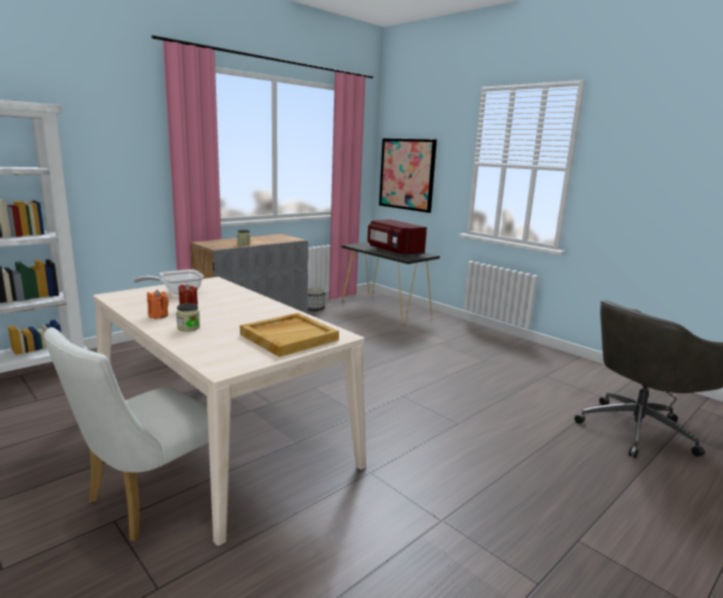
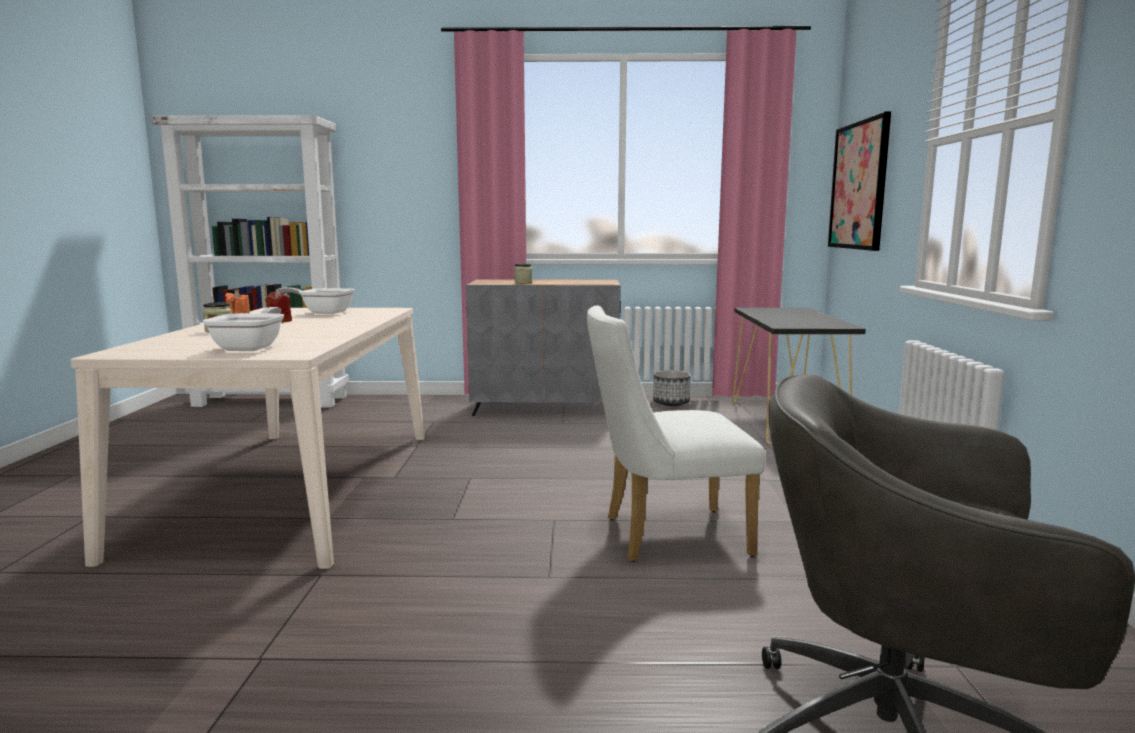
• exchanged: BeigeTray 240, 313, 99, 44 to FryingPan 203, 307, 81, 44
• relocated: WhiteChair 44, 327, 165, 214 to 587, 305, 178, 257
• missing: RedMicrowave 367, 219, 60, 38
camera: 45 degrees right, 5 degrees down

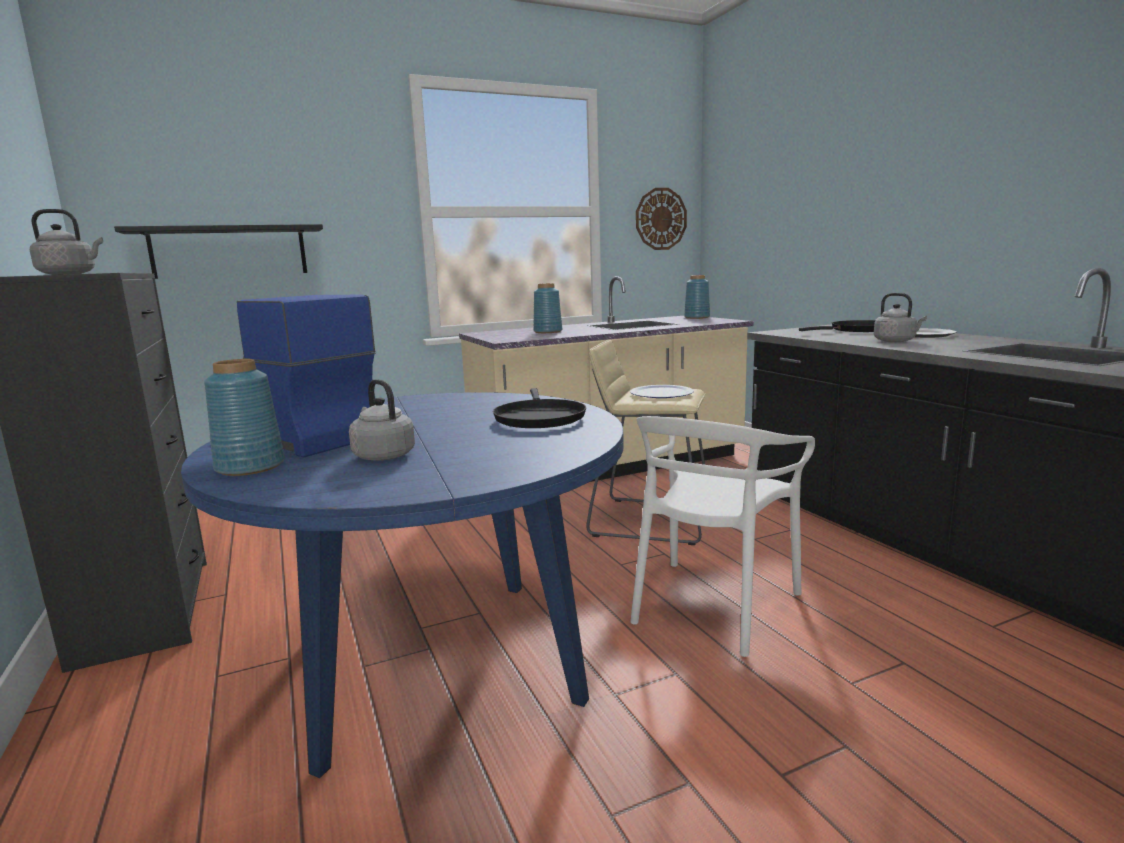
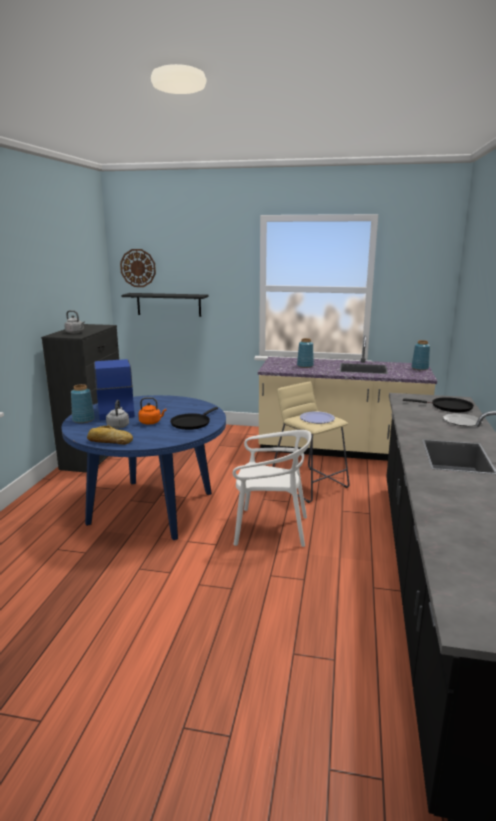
• appeared: Bread 87, 425, 46, 20
• relocated: WallClock 636, 188, 51, 62 to 120, 249, 36, 38
• appeared: OrangeKettle 138, 397, 28, 27
• spun: WhiteChair 630, 416, 185, 241 = 232, 430, 79, 117 150 degrees counterclockwise
• missing: GreyKettle 874, 293, 53, 49
camera: 35 degrees right, 5 degrees up

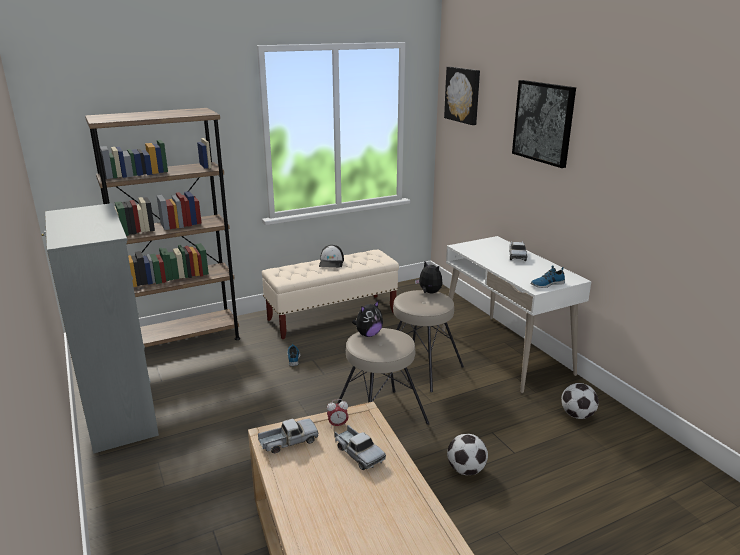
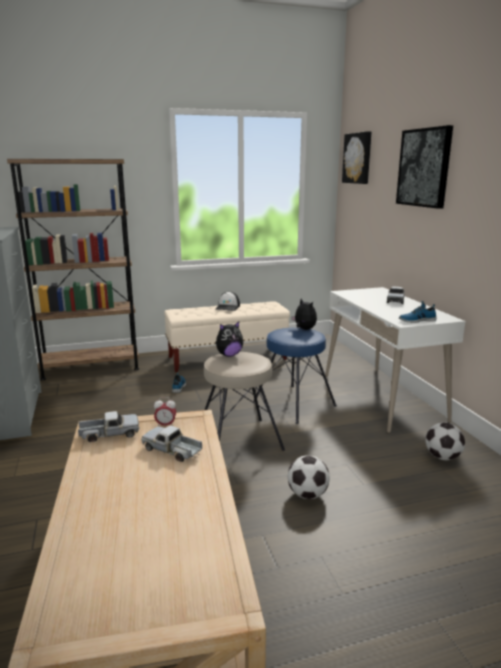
• spun: ToyTruck 334, 425, 52, 45 = 141, 426, 61, 36 150 degrees clockwise
• colour: BeigeStool 393, 290, 71, 102 to BlueStool 253, 328, 84, 96
camera: 10 degrees right, 5 degrees down

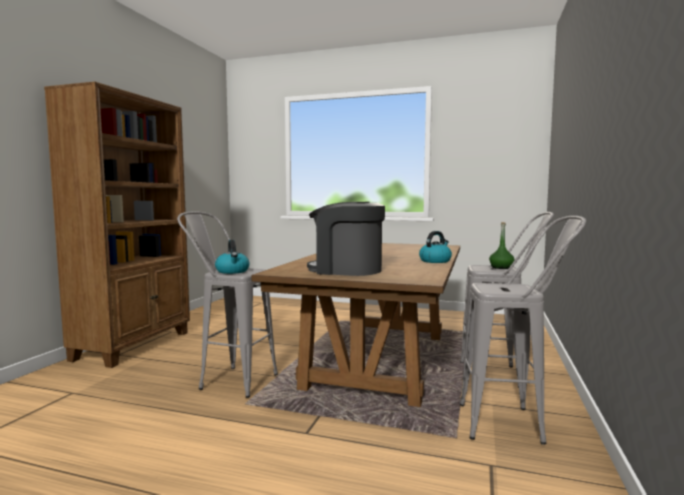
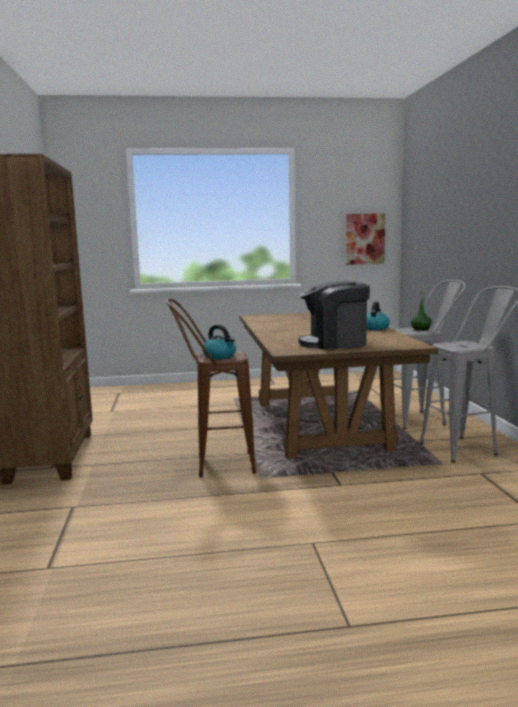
• colour: GreyStool 177, 212, 101, 186 to BrownStool 166, 298, 90, 179
• appeared: Picture 346, 213, 39, 52
camera: 25 degrees left, 5 degrees up

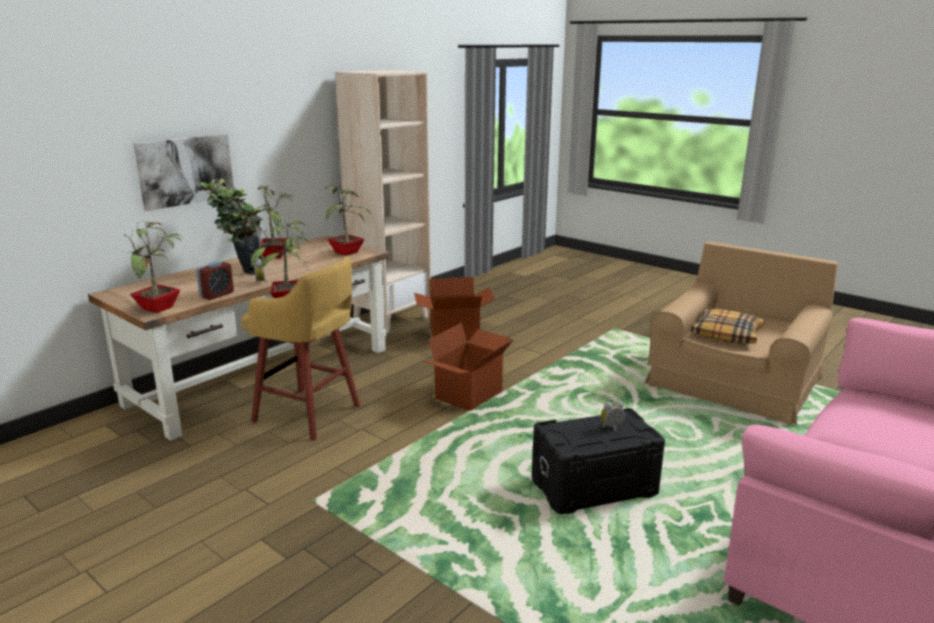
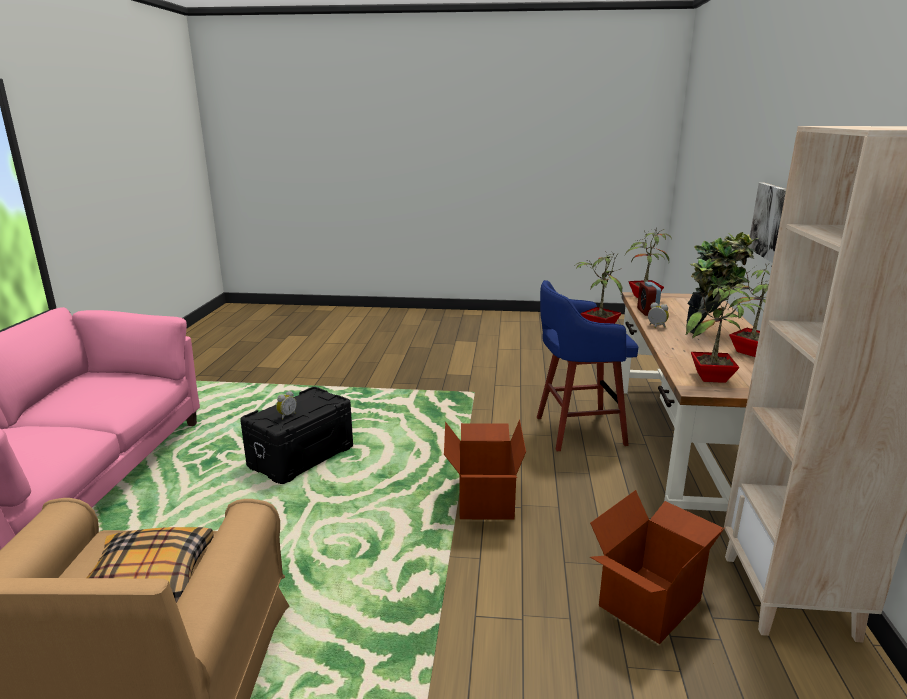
• colour: YellowStool 241, 257, 119, 184 to BlueStool 537, 280, 101, 171
camera: 145 degrees right, 0 degrees up

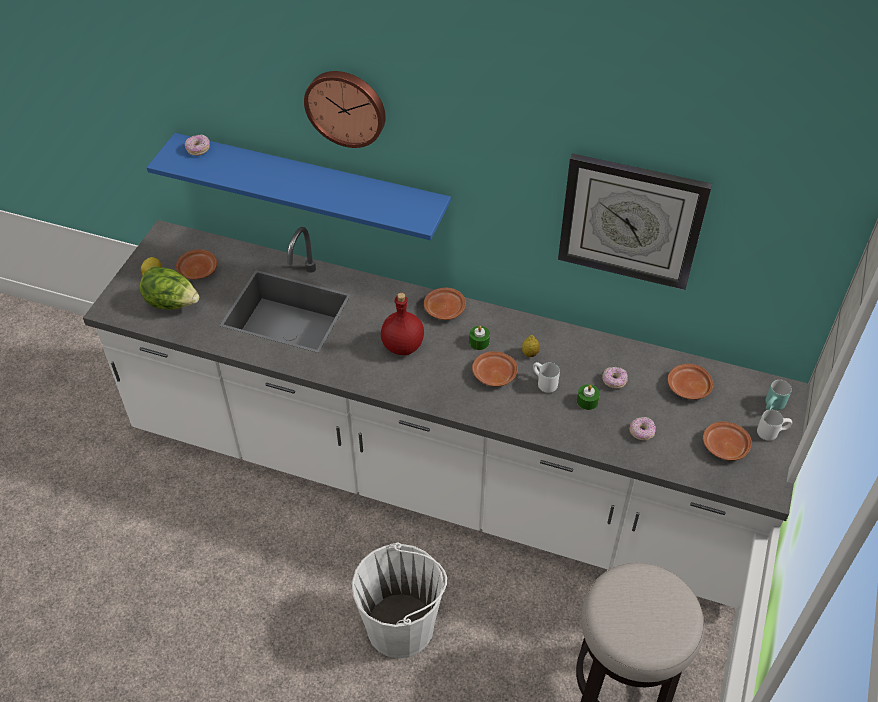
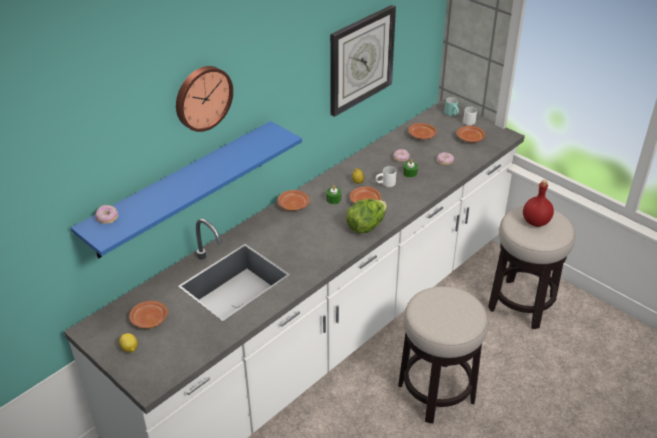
• relocated: Lettuce 140, 266, 59, 44 to 346, 199, 41, 35
• exchanged: WhiteBucket 352, 543, 95, 116 to Stool 398, 286, 90, 138
• relocated: RedBottle 381, 293, 43, 62 to 523, 180, 31, 47
camera: 65 degrees left, 10 degrees down

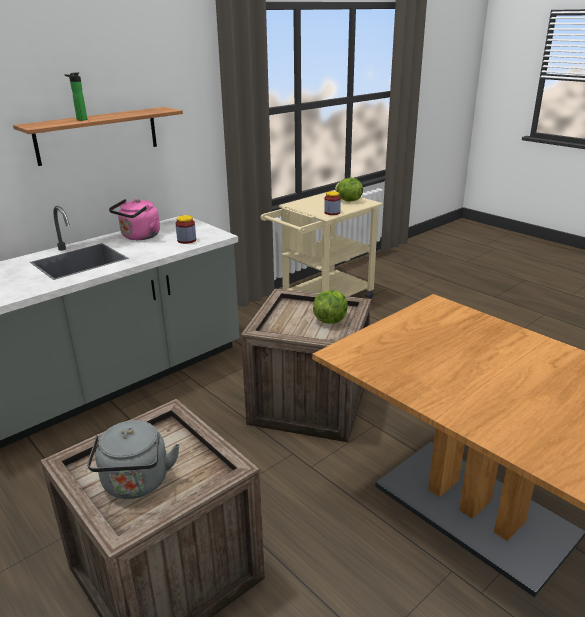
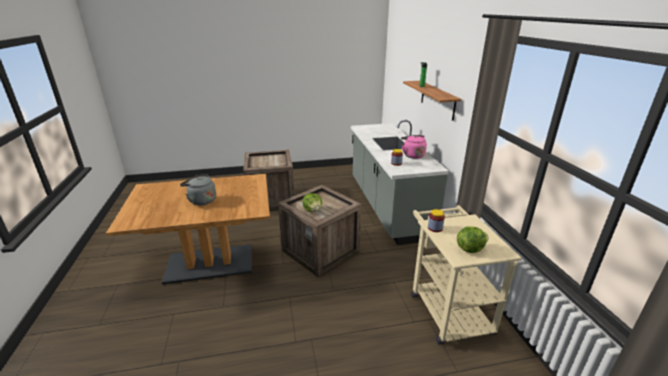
• relocated: GreyKettle 87, 420, 93, 79 to 180, 174, 36, 31
camera: 120 degrees right, 0 degrees up

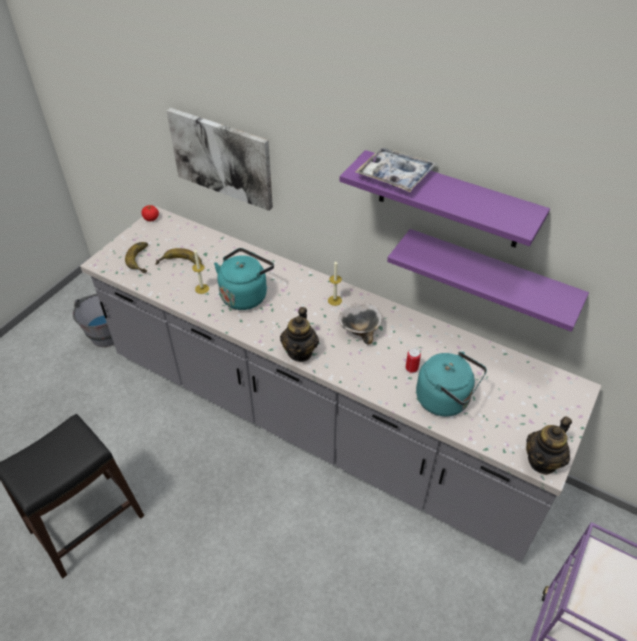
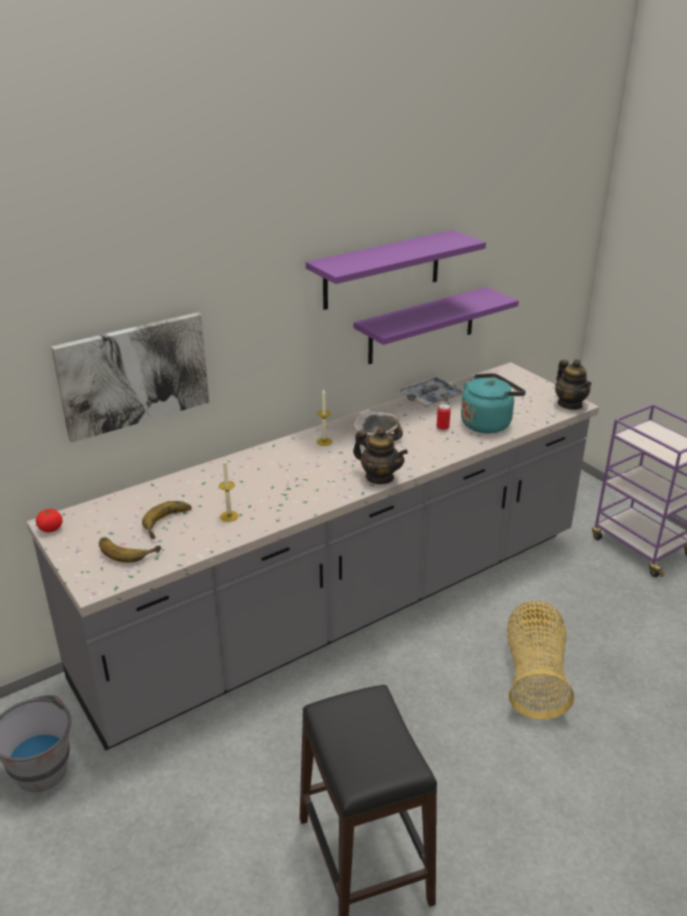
• relocated: Tray 355, 147, 81, 45 to 397, 377, 66, 30
• appeared: Basket 507, 601, 67, 118
• missing: TurquoiseKettle 214, 248, 60, 62
camera: 65 degrees left, 15 degrees down

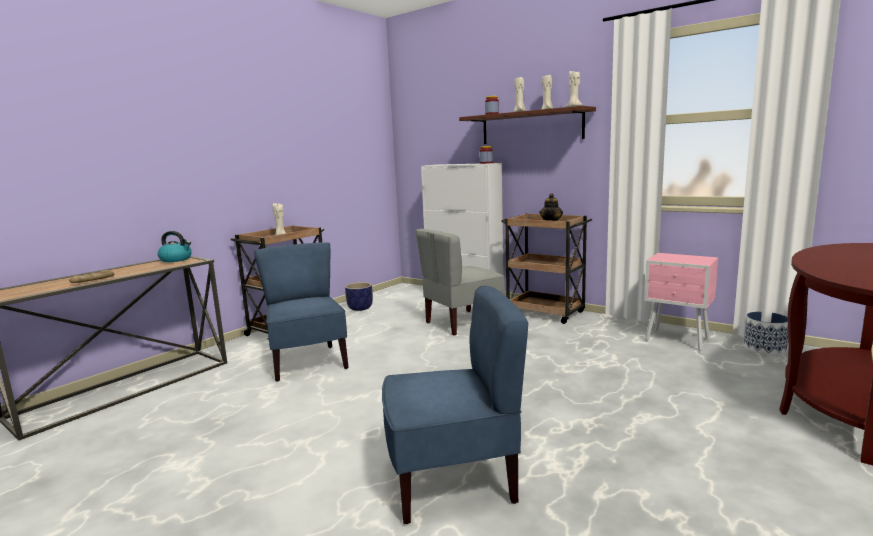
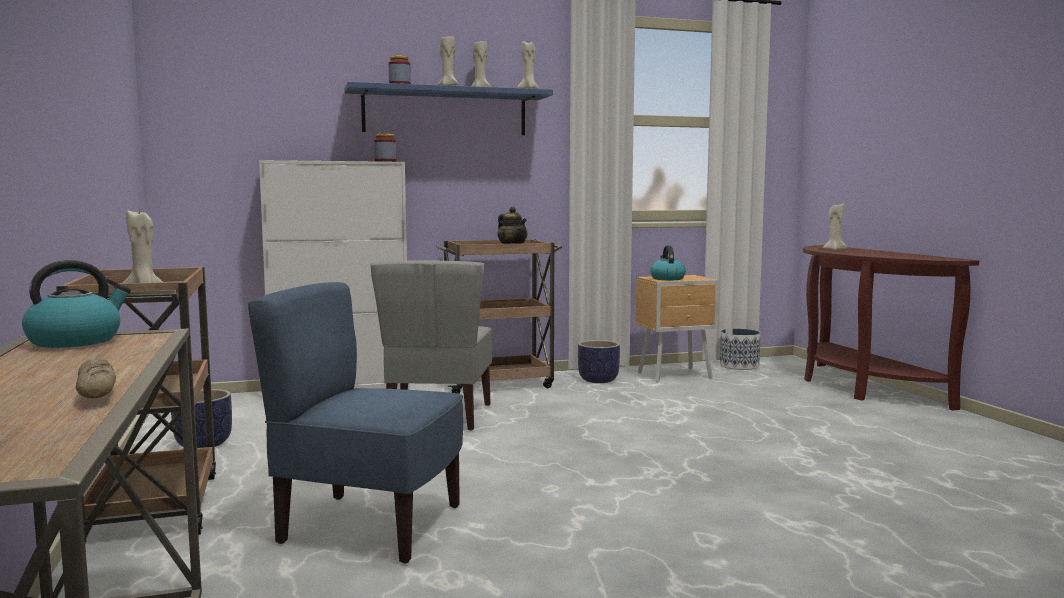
• colour: BrownShelf 459, 106, 137, 38 to BlueShelf 344, 82, 209, 53
• appeared: Planter 578, 340, 42, 43
• colour: PinkNightstand 644, 253, 74, 98 to BrownNightstand 635, 275, 84, 107
• appeared: Kettle 650, 246, 36, 34
• appeared: BeigeCandle 823, 203, 24, 47
• missing: BlueChair 382, 286, 146, 238
camera: 55 degrees left, 5 degrees down

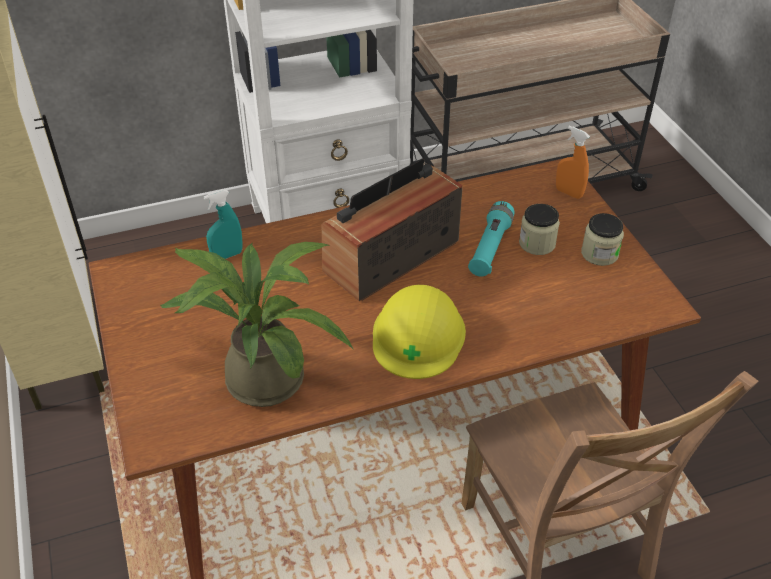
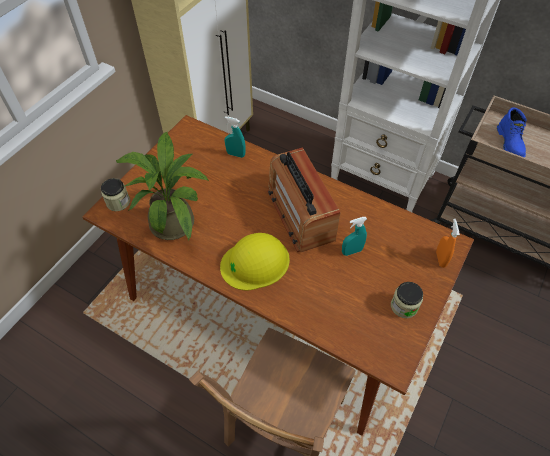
• relocated: Jar 519, 204, 41, 51 to 101, 178, 29, 33
• spun: Radio 322, 158, 141, 143 = 267, 147, 74, 105 120 degrees counterclockwise
• exchanged: TurquoiseFlashlight 468, 201, 46, 76 to TurquoiseSprayBottle 342, 217, 25, 39
• appeared: BlueBoot 497, 107, 30, 51
camera: 50 degrees right, 10 degrees up

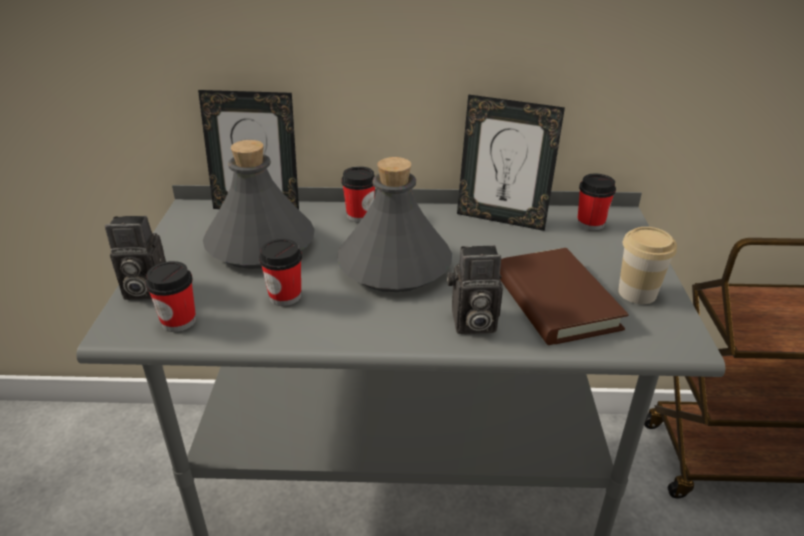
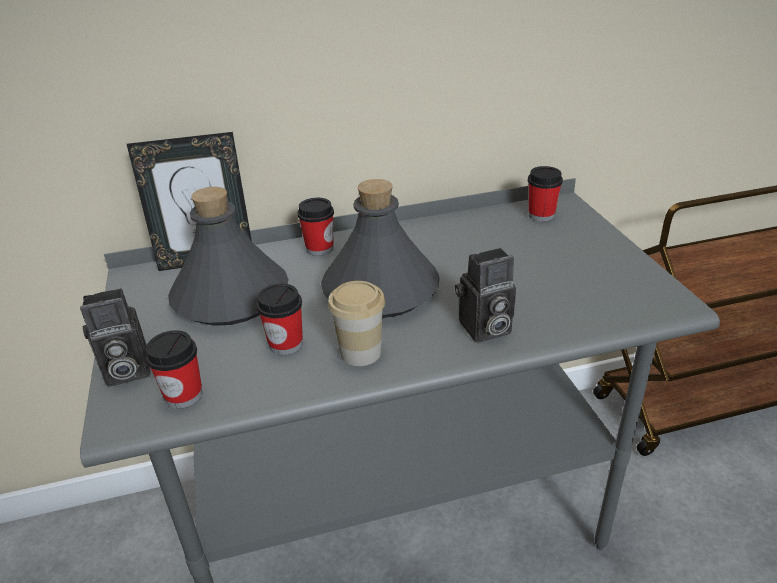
• relocated: Cup 618, 227, 59, 77 to 328, 281, 57, 85
• missing: PictureFrame 457, 94, 108, 137
• missing: BrownBook 500, 248, 129, 97
camera: 15 degrees left, 0 degrees up

